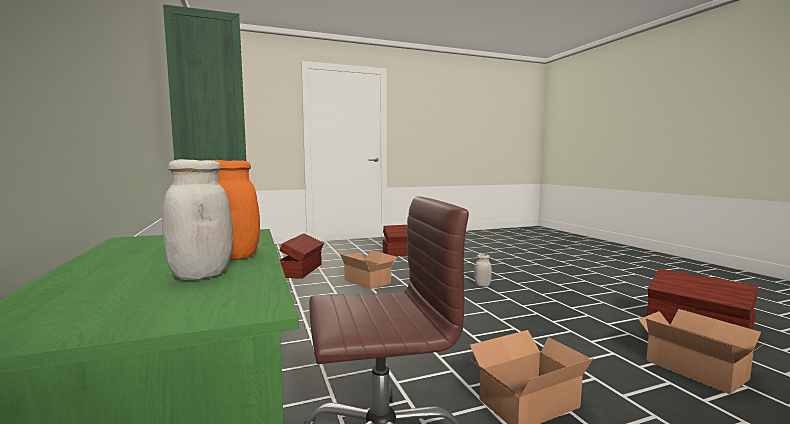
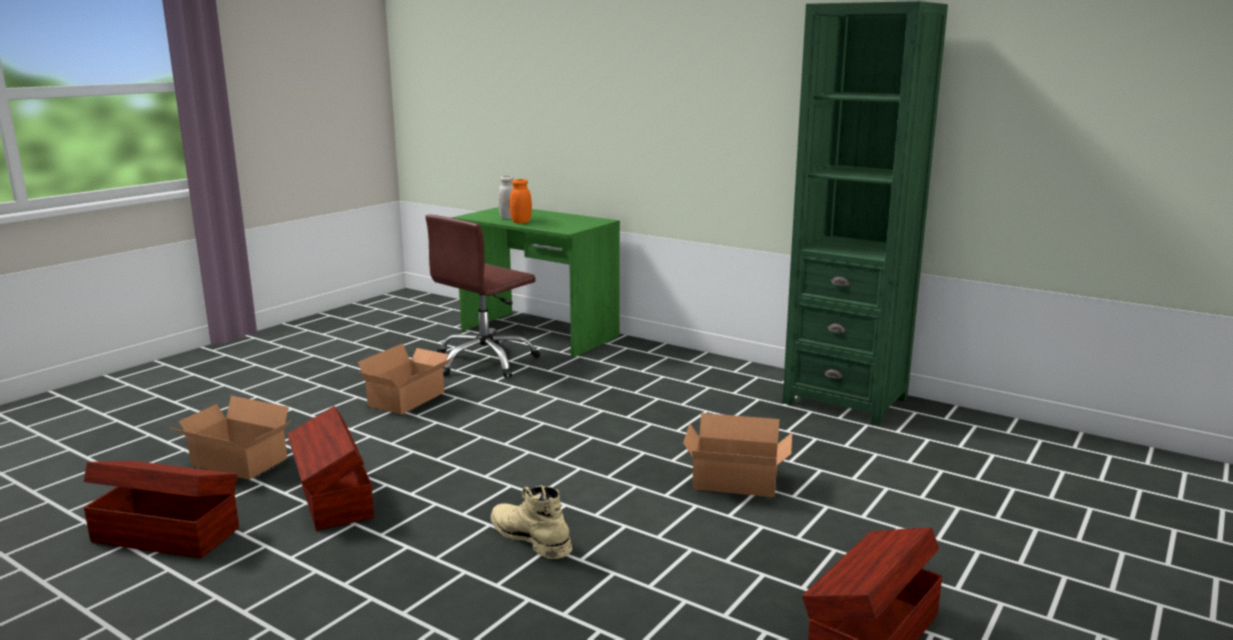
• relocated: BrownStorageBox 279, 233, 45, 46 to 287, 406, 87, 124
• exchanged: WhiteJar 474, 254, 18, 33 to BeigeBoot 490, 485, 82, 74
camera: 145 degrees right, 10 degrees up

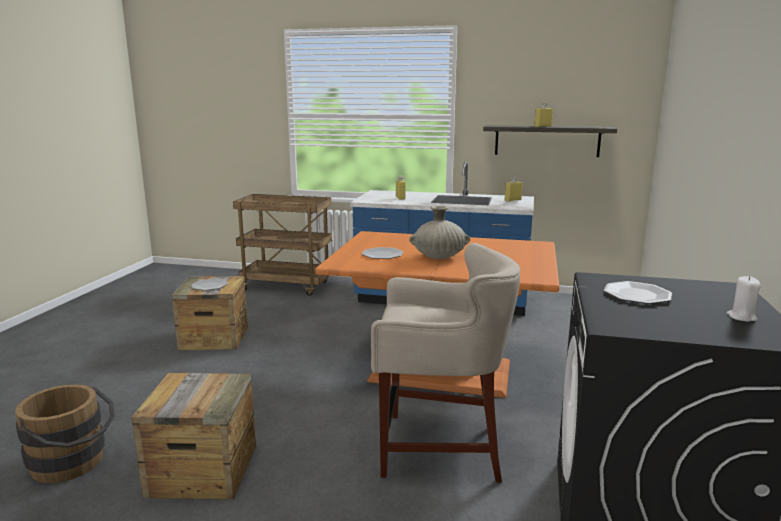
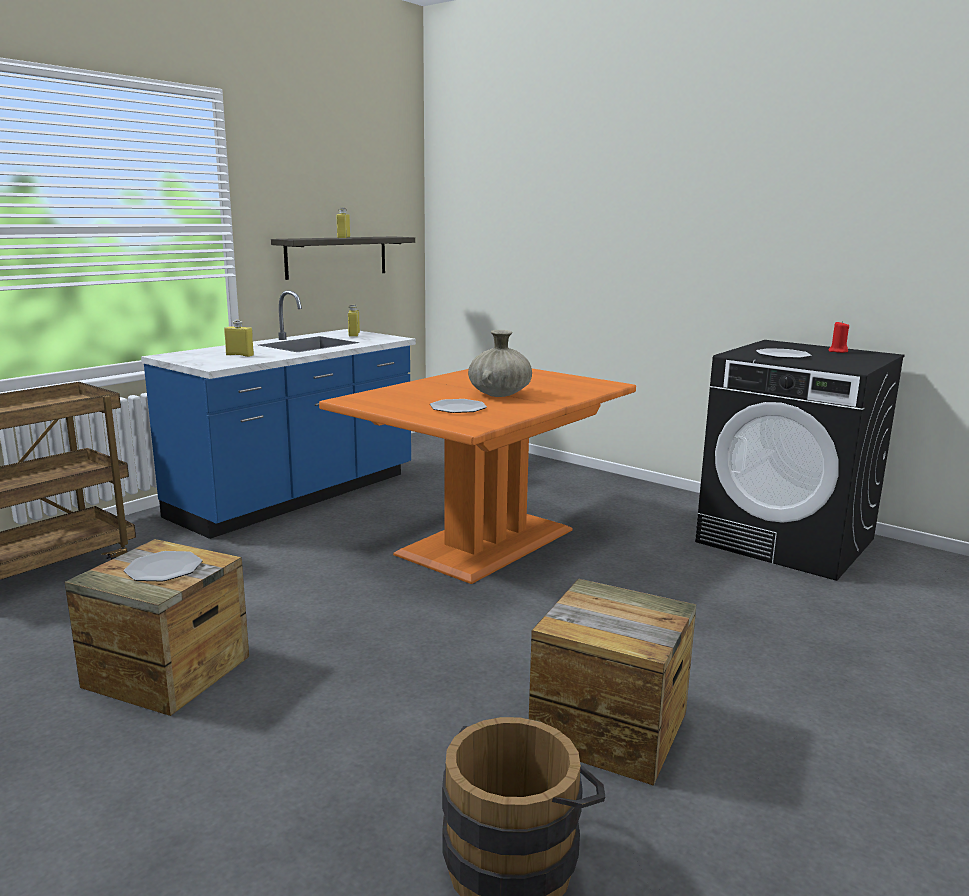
• colour: WhiteCandle 727, 276, 34, 46 to RedCandle 828, 321, 21, 32
• missing: BeigeStool 371, 243, 149, 240
camera: 65 degrees left, 0 degrees up

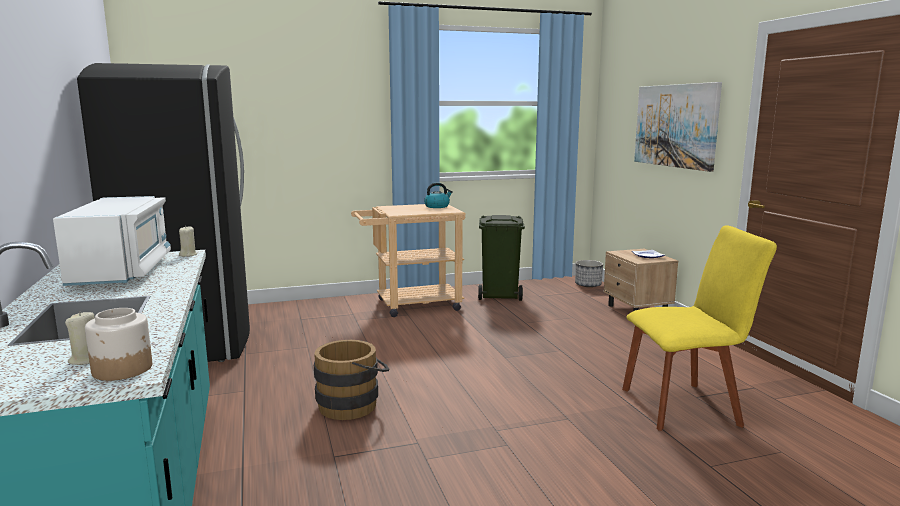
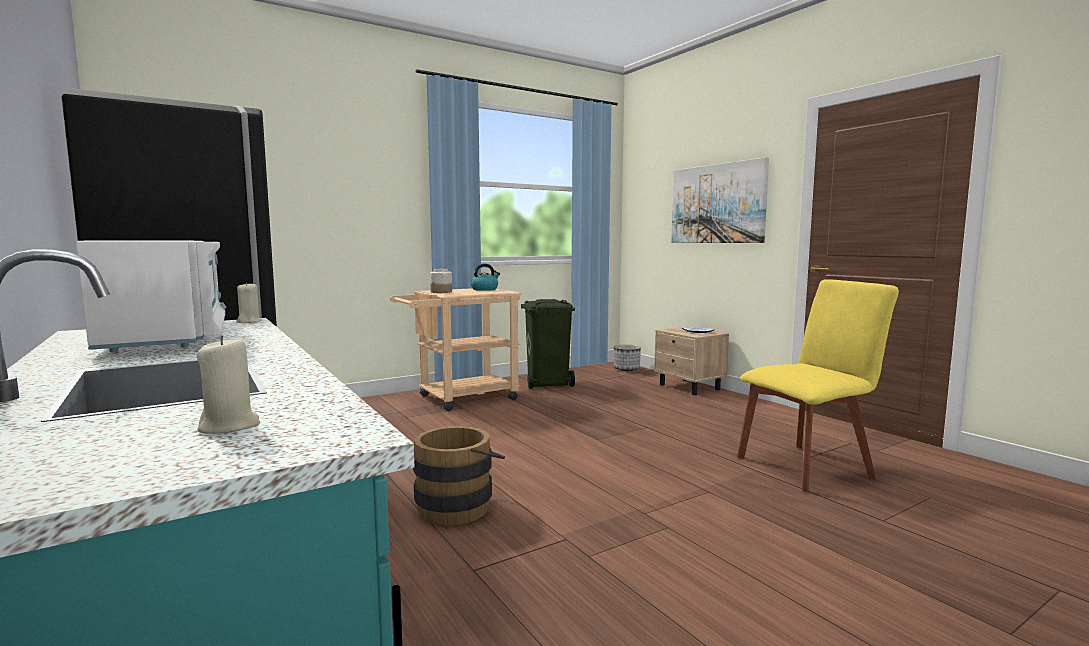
• relocated: Jar 85, 308, 67, 73 to 430, 269, 22, 24
camera: 15 degrees left, 5 degrees down

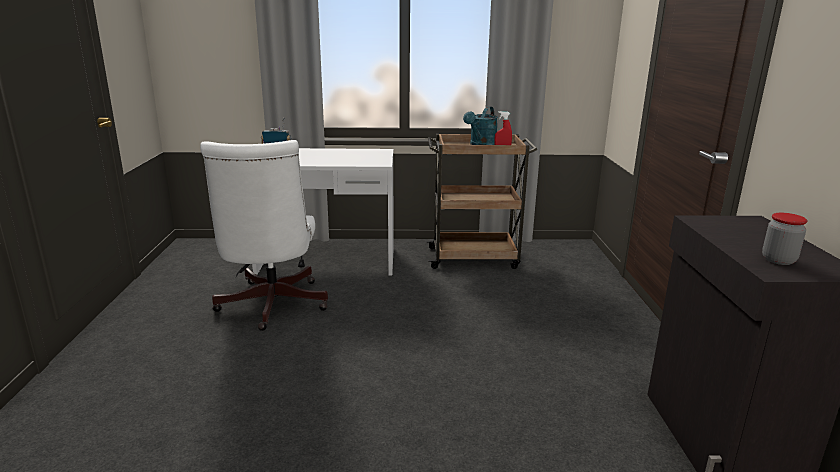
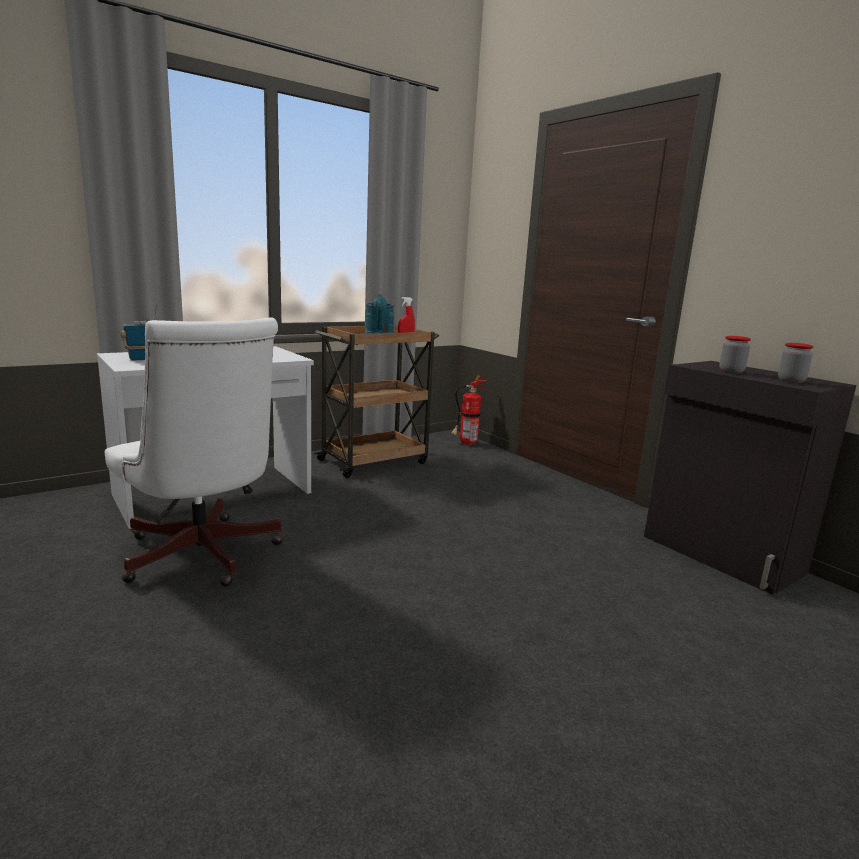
• appeared: FireExtinguisher 452, 375, 35, 70
• appeared: Jar 719, 336, 32, 38
camera: 35 degrees left, 5 degrees down

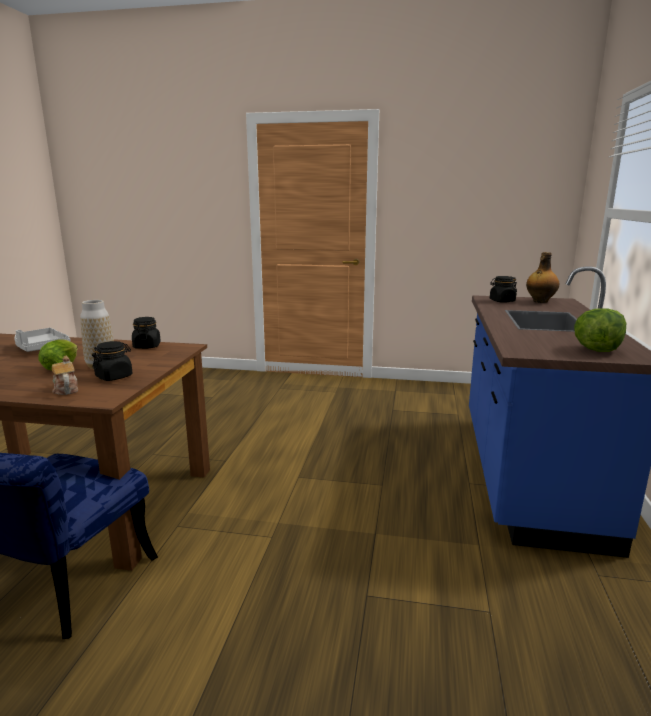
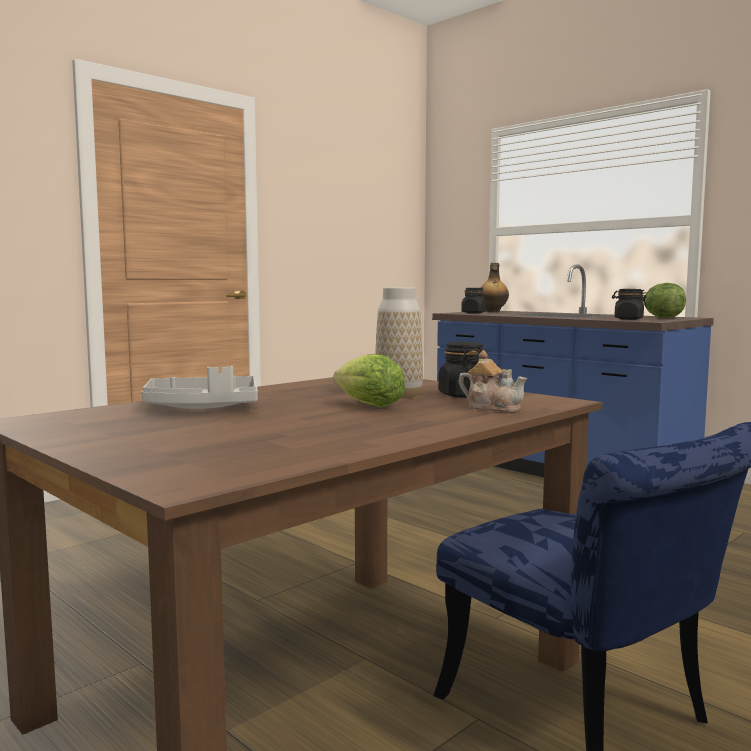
• spun: Teapot 52, 356, 26, 39 = 458, 350, 69, 62 150 degrees counterclockwise
• relocated: BlackJar 132, 317, 29, 32 to 612, 289, 35, 31
camera: 55 degrees left, 10 degrees down

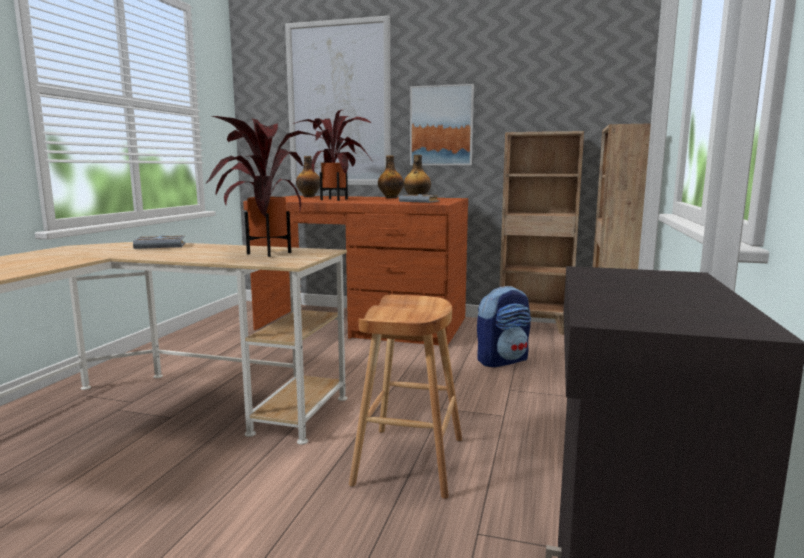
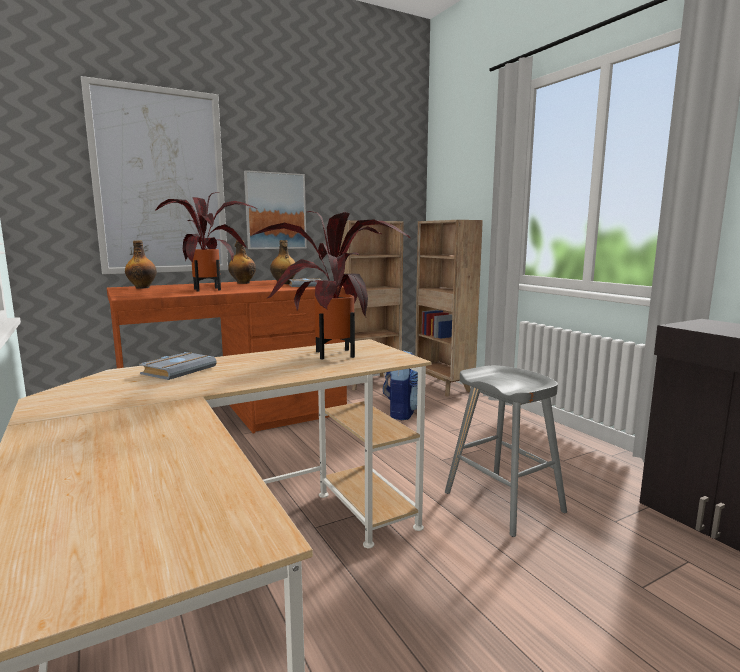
• colour: BrownStool 349, 295, 113, 204 to GreyStool 445, 365, 122, 172
camera: 45 degrees left, 0 degrees up

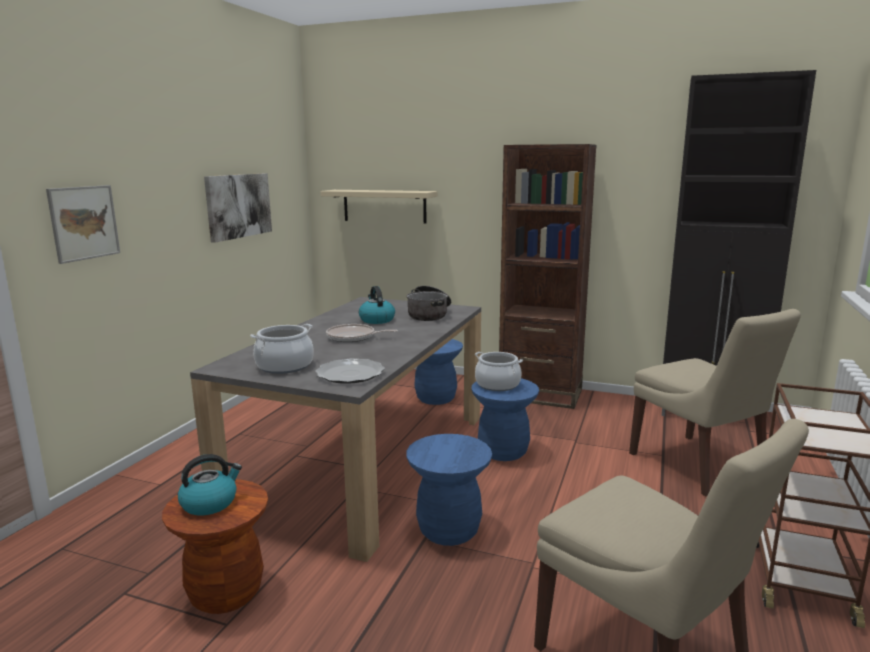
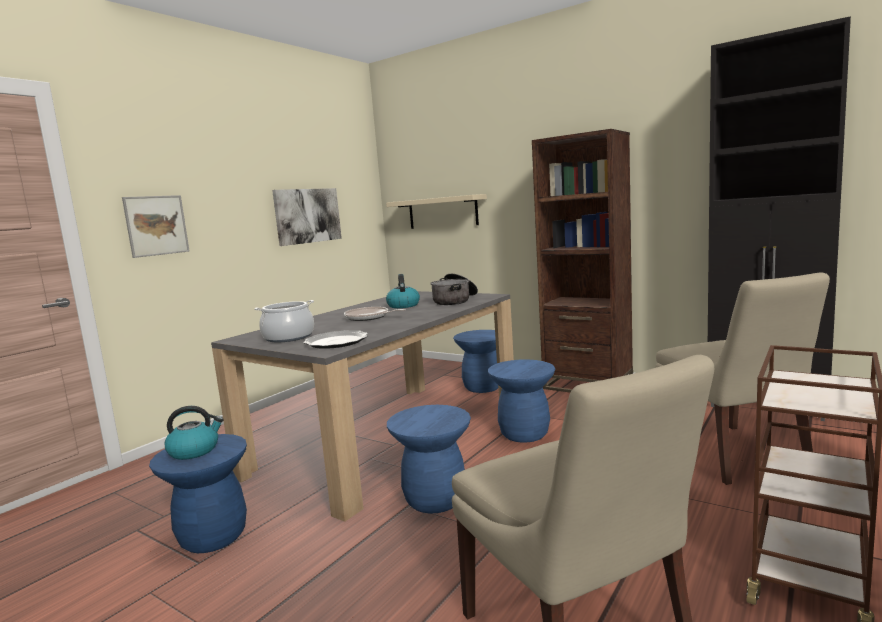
• colour: BrownStool 162, 479, 106, 135 to BlueStool 149, 434, 98, 119
• missing: CookingPot 475, 352, 48, 39
camera: 15 degrees right, 5 degrees down

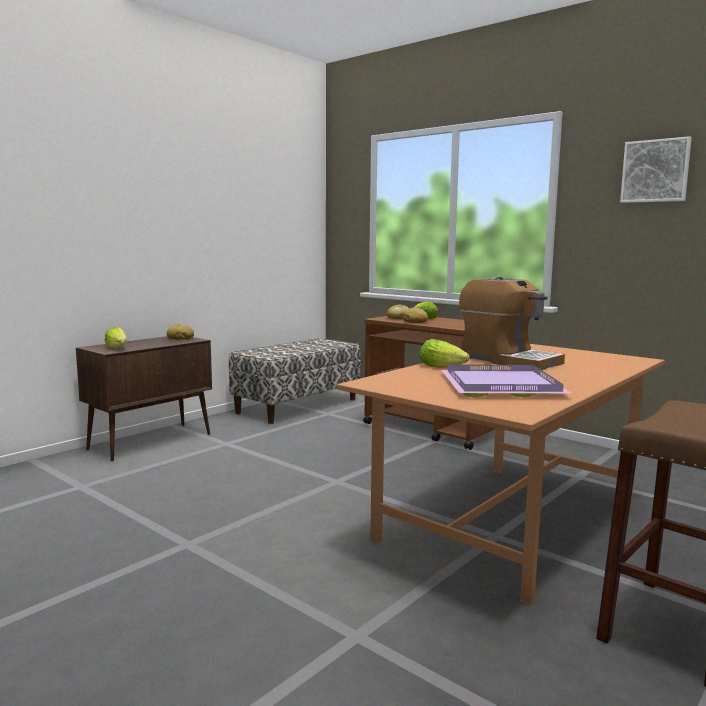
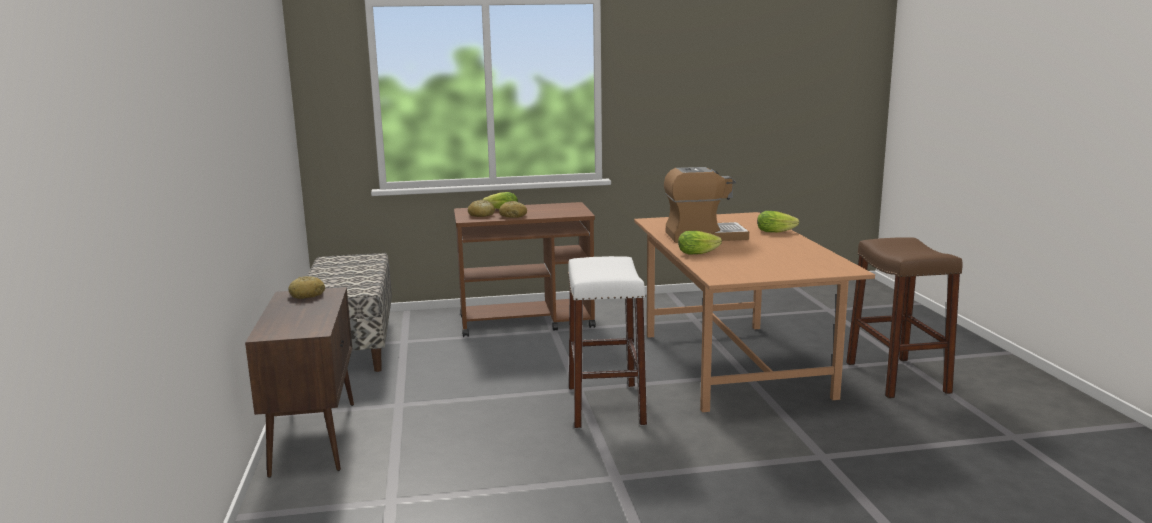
• appeared: WhiteStool 568, 256, 79, 172
• relocated: Lettuce 104, 327, 23, 21 to 757, 211, 42, 21
• missing: PurpleTray 441, 364, 131, 33
• missing: Picture 620, 136, 72, 67
camera: 50 degrees left, 5 degrees up

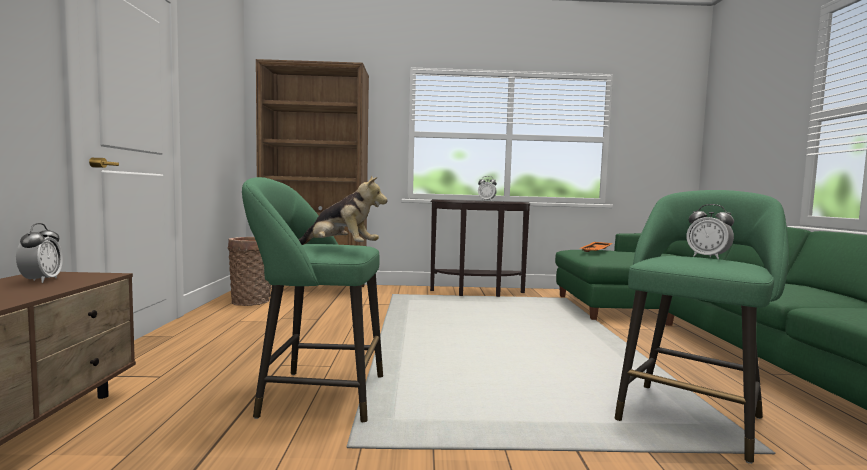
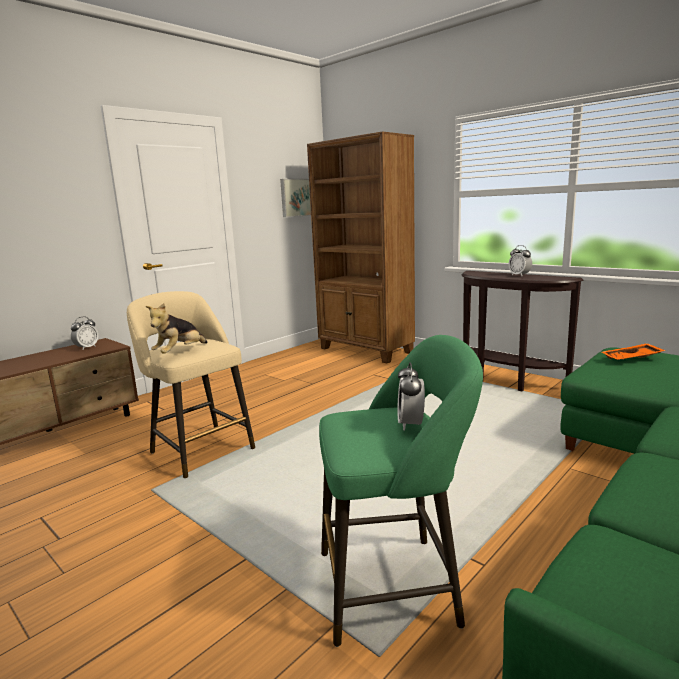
• colour: GreenStool 242, 177, 141, 245 to BeigeStool 127, 291, 128, 187
• spun: PlushToy 298, 175, 89, 70 = 146, 303, 62, 51 60 degrees clockwise
• appeared: Picture 280, 179, 31, 38
• missing: Basket 228, 237, 43, 69
camera: 45 degrees right, 10 degrees up

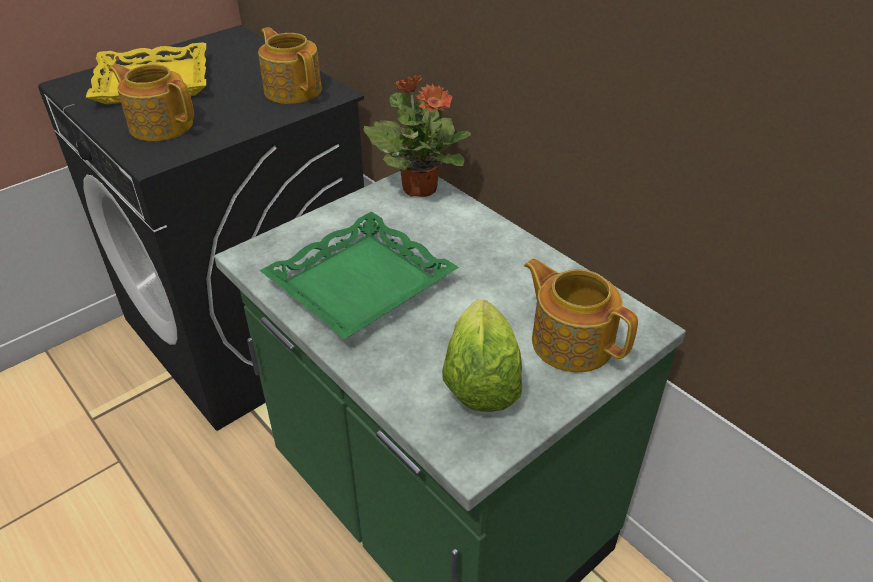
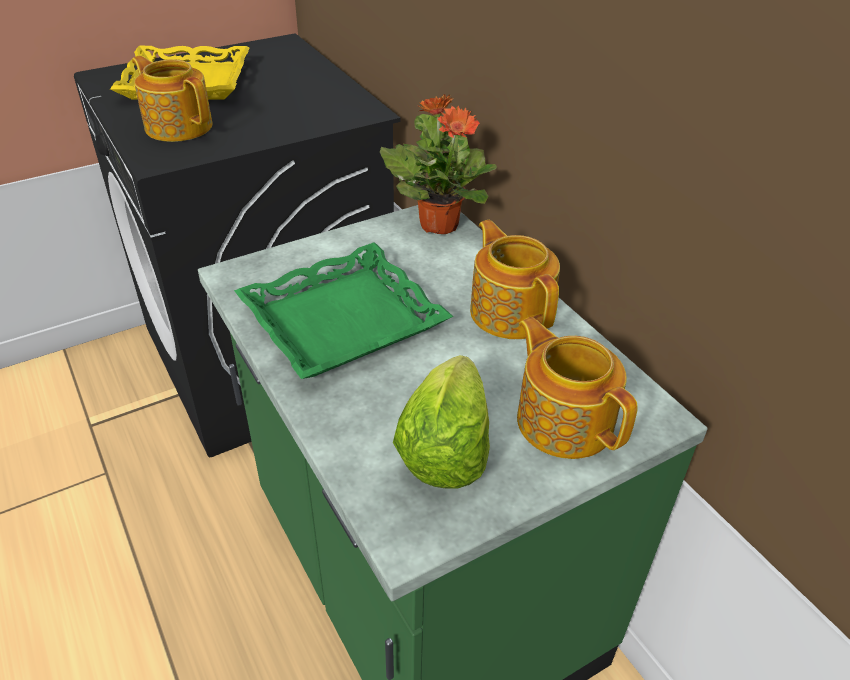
• relocated: Teapot 258, 27, 64, 77 to 470, 220, 90, 119
camera: 10 degrees right, 0 degrees up

